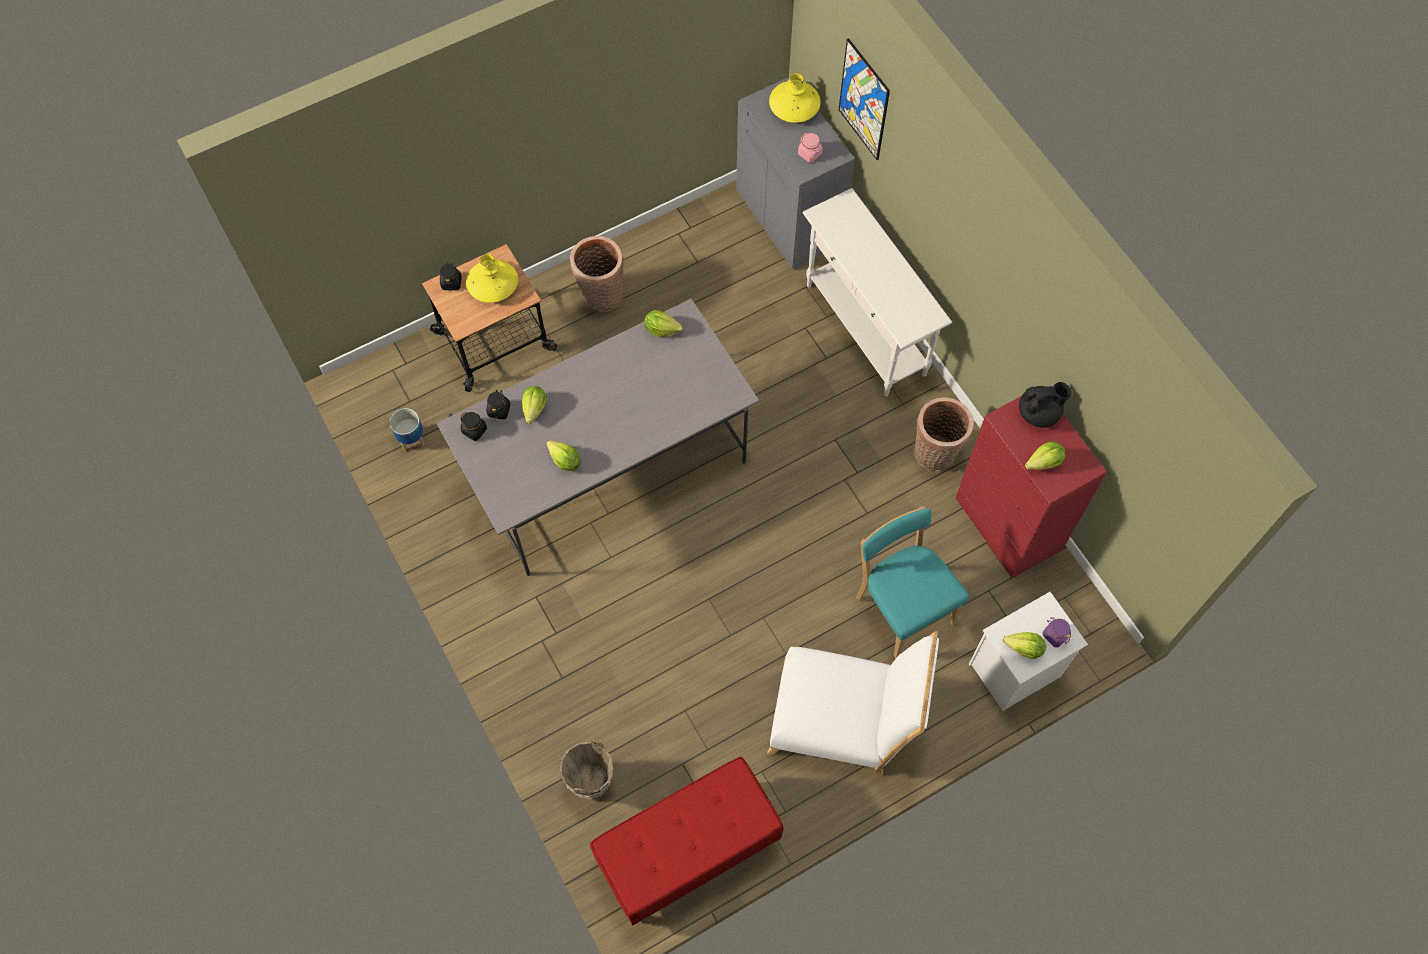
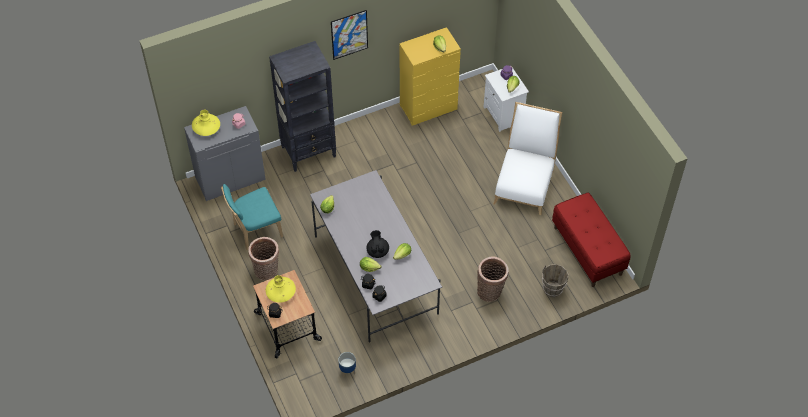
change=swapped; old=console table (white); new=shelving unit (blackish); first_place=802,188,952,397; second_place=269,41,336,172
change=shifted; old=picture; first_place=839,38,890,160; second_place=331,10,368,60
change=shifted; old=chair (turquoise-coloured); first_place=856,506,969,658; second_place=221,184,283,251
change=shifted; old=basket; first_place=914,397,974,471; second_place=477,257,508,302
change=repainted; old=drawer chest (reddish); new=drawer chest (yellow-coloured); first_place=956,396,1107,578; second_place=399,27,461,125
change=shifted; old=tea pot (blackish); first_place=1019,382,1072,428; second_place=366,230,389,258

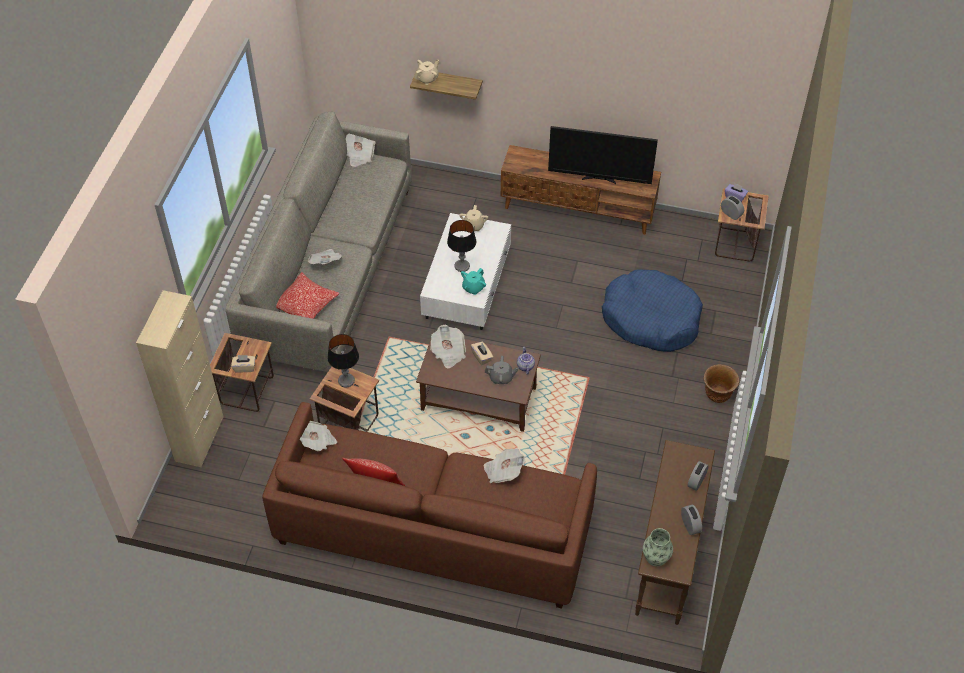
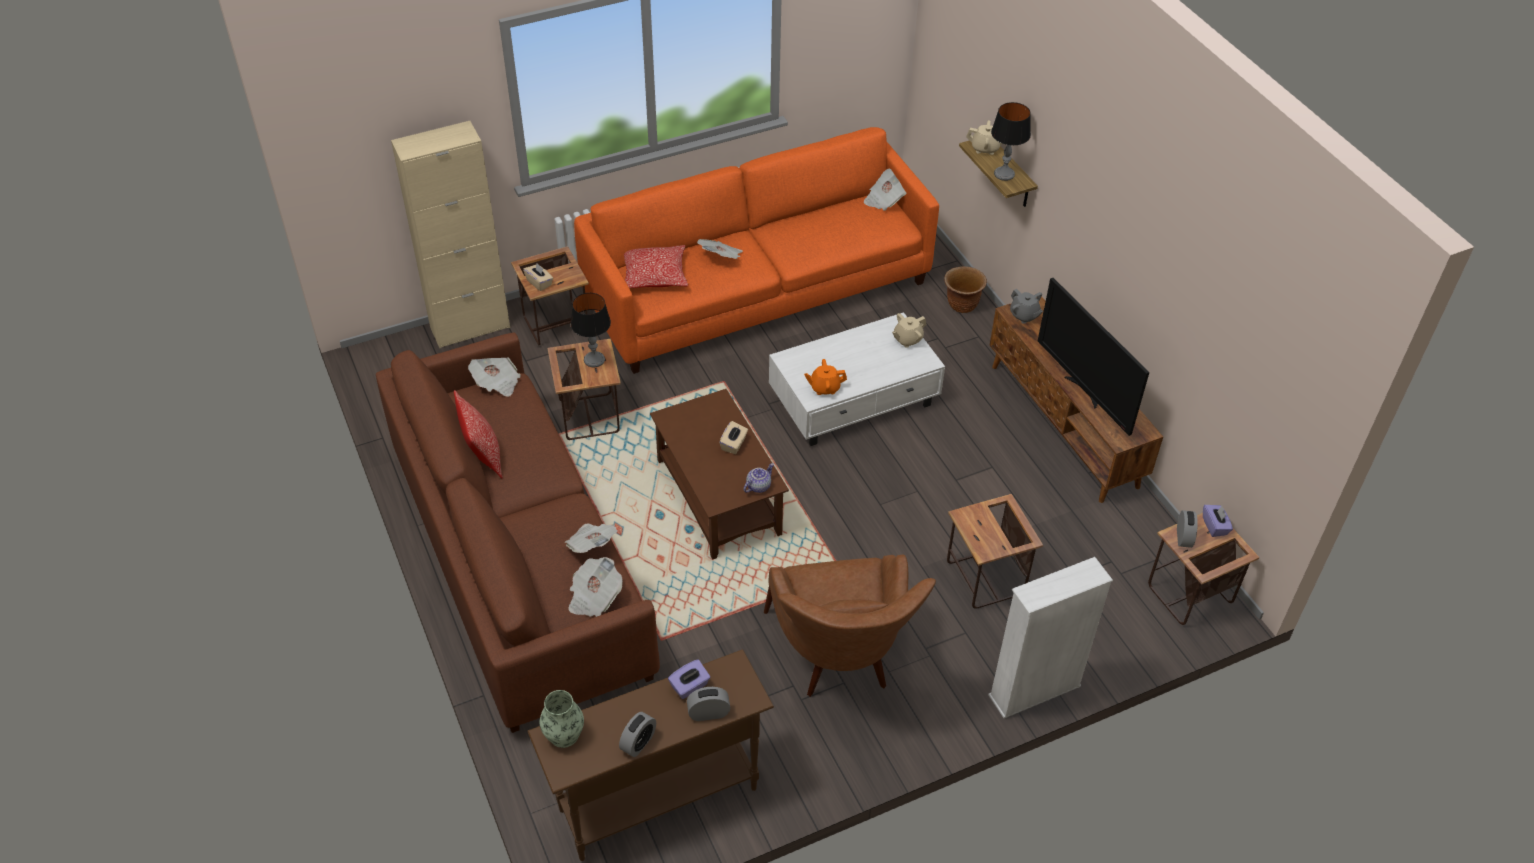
change=repainted; old=settee (greyish); new=settee (orange); first_place=226,111,412,372; second_place=574,127,939,374
change=shifted; old=printed paper; first_place=431,325,466,369; second_place=568,557,623,617
change=shifted; old=table lamp; first_place=447,220,476,272; second_place=991,102,1031,181
change=repainted; old=tea pot (turquoise-coloured); new=tea pot (orange); first_place=461,268,486,295; second_place=804,359,847,395
change=shifted; old=tea pot (greyish); first_place=485,356,519,384; second_place=1010,289,1043,324
change=swapped; old=dog cushion (blue-coloured); new=side table; first_place=602,269,703,352; second_place=947,494,1043,609
change=shifted; old=flower pot (brown); first_place=704,364,739,403; second_place=944,266,987,313
change=new; new=tissue box (purple); second_place=668,659,710,699
change=new; new=lounge chair (brown); second_place=764,554,936,697
change=new; new=shelving unit (white); second_place=988,557,1113,718

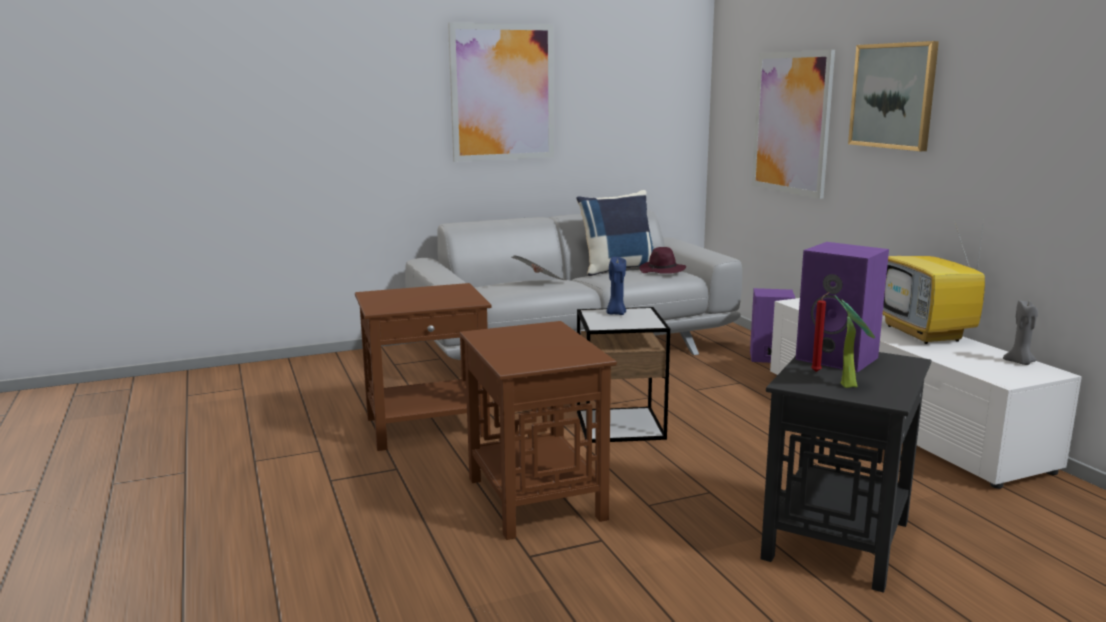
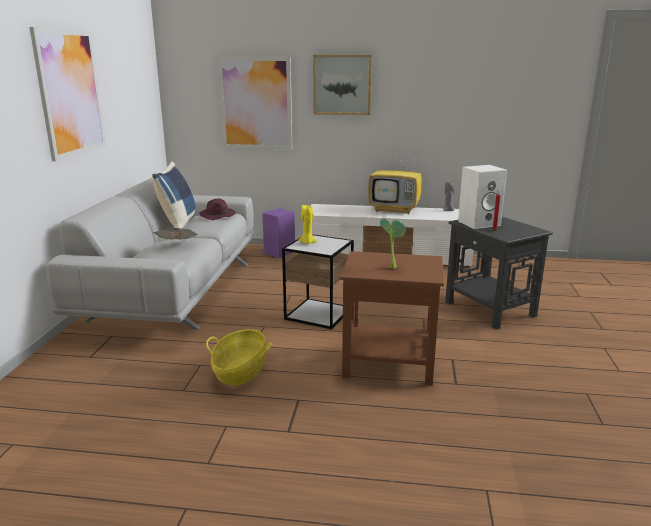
change=swapped; old=side table (brown); new=basket; first_place=355,283,492,451; second_place=206,329,272,385
change=repainted; old=wax candle (blue-coloured); new=wax candle (yellow-coloured); first_place=606,257,626,315; second_place=299,205,317,244
change=repainted; old=loudspeaker (purple); new=loudspeaker (white); first_place=795,242,889,373; second_place=458,165,507,229
change=shifted; old=potted plant; first_place=834,295,875,388; second_place=380,219,406,269

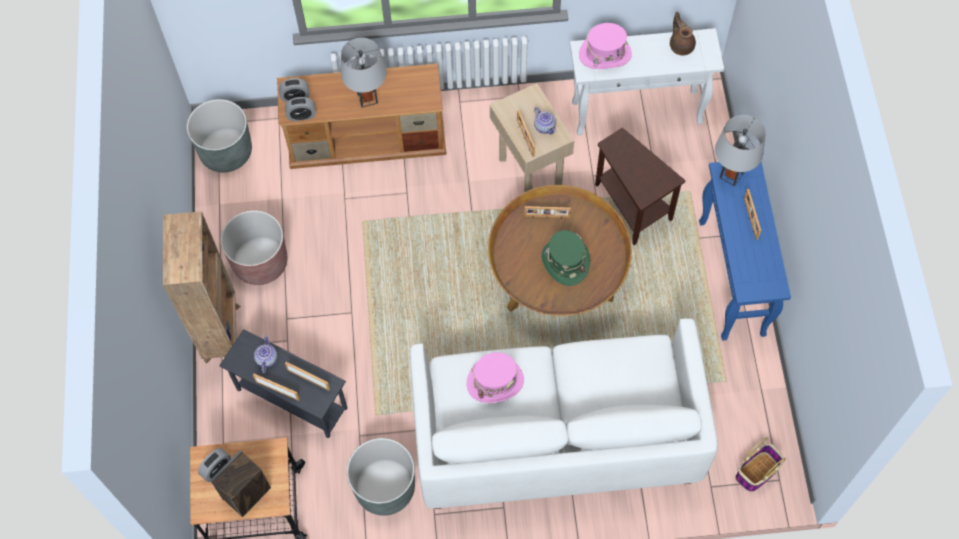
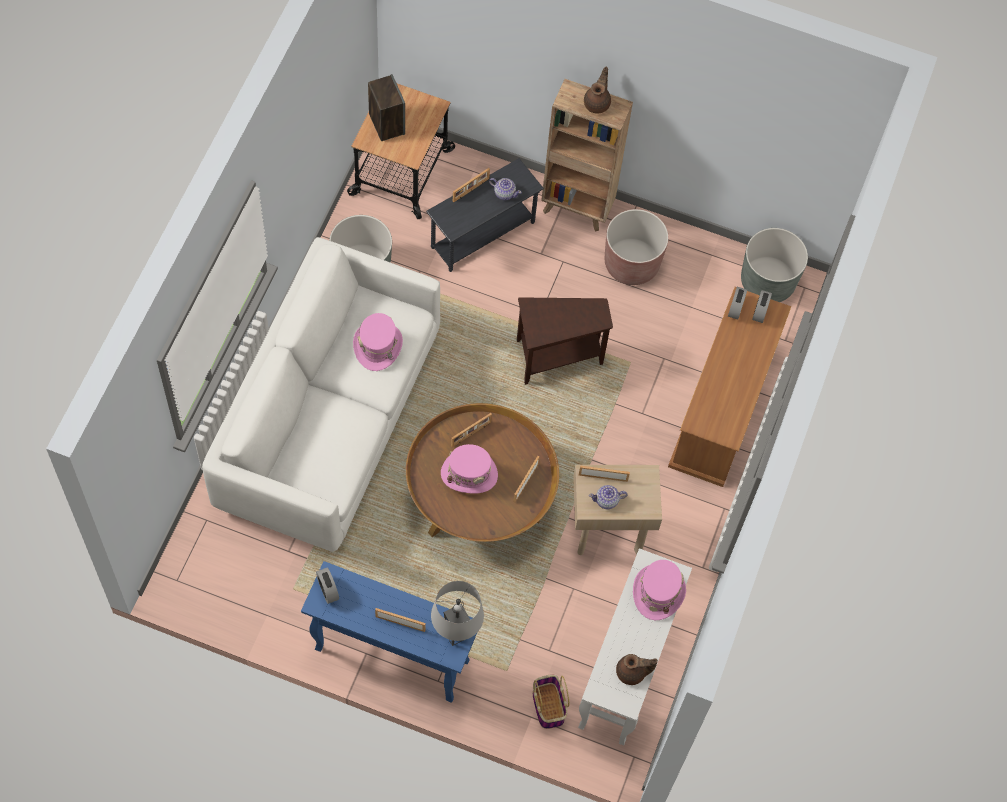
change=shifted; old=table clock; first_place=198,448,231,482; second_place=316,568,339,604
change=shifted; old=photo frame; first_place=285,362,330,391; second_place=451,413,492,447
change=gone; old=table lamp (greyish); first_place=341,37,387,108
change=repainted; old=hat (green-coloured); new=hat (pink); first_place=541,230,590,286; second_place=441,444,498,494
change=shifted; old=side table (brown); first_place=595,128,685,245; second_place=517,297,613,385
change=shifted; old=basket; first_place=735,437,786,492; second_place=533,674,569,729
change=new; new=tea pot (brown); second_place=584,67,611,113

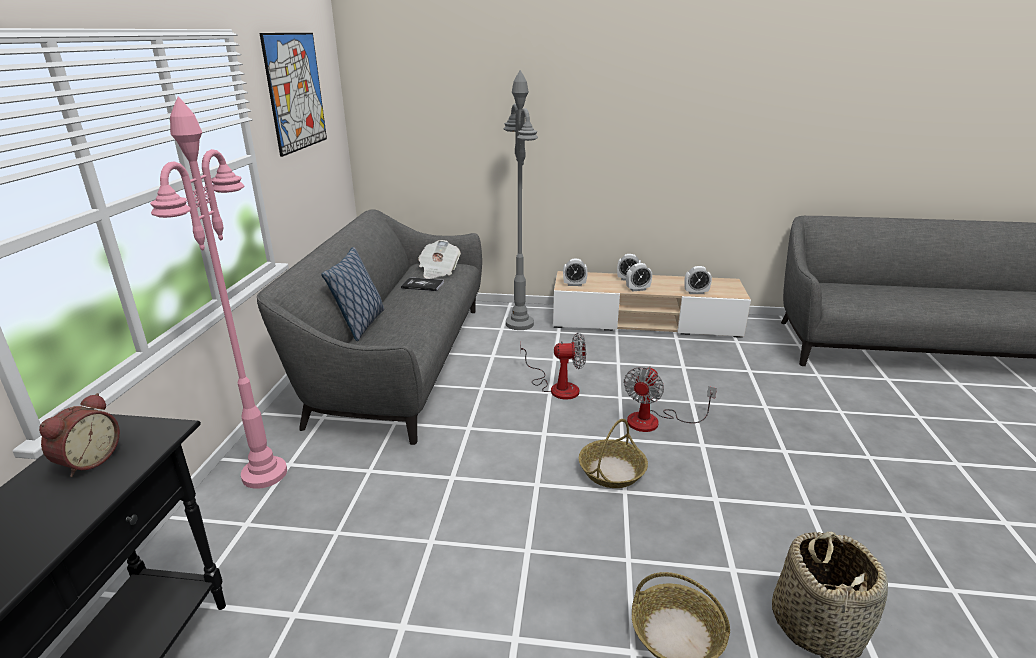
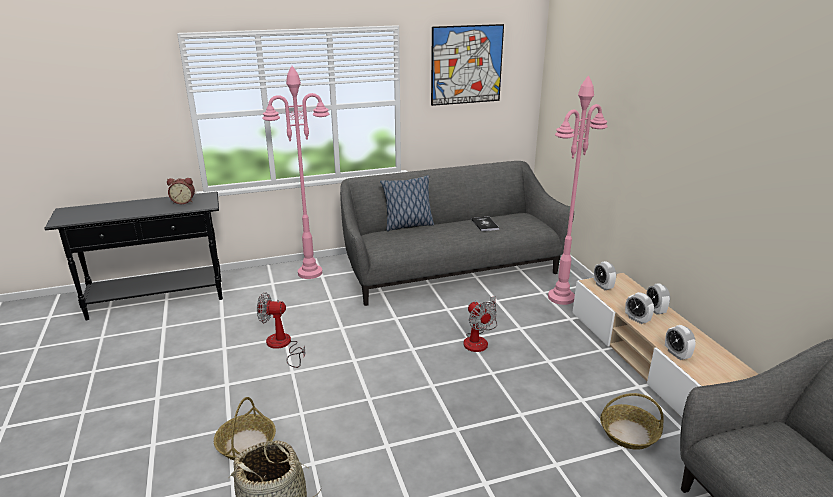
change=gone; old=printed paper; first_place=418,240,461,279
change=repainted; old=standing lamp (greyish); new=standing lamp (pink); first_place=504,70,538,330; second_place=548,76,608,305
change=shifted; old=basket; first_place=579,419,648,488; second_place=600,393,664,450
change=shifted; old=electric fan; first_place=624,366,717,432; second_place=257,292,306,368

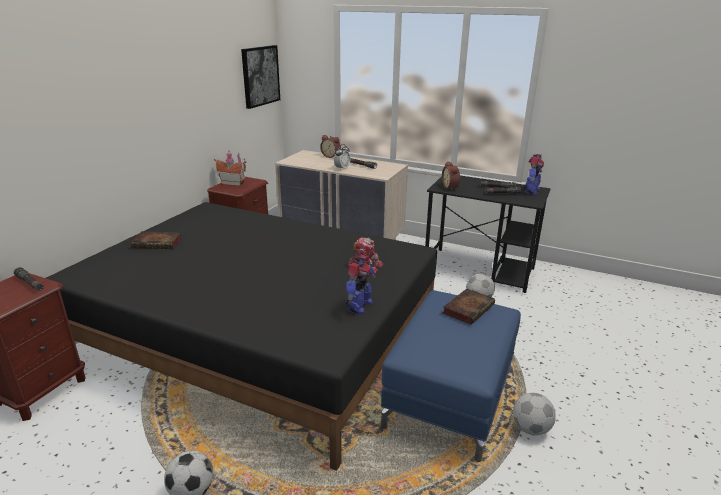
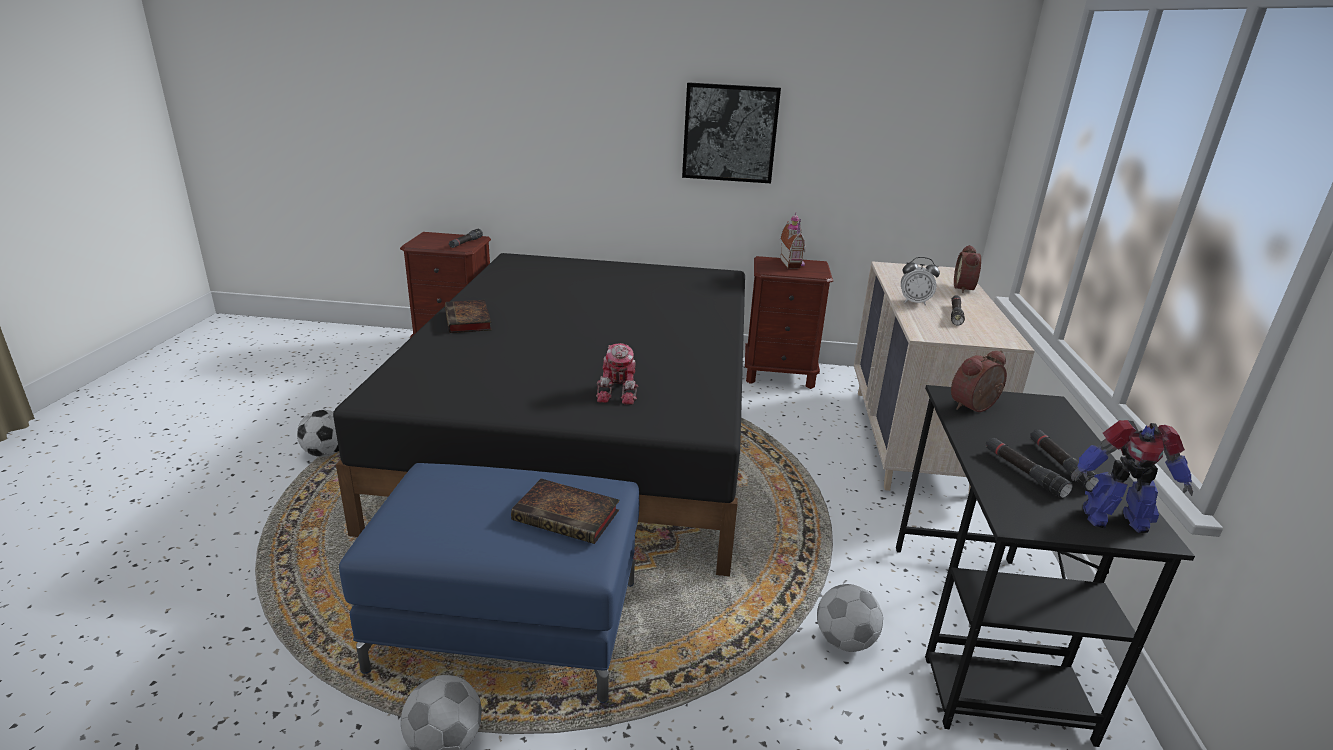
change=shifted; old=volume; first_place=131,231,182,249; second_place=445,300,492,333
change=shifted; old=picture; first_place=241,45,280,109; second_place=682,82,781,183
change=gone; old=toy robot; first_place=346,255,376,315

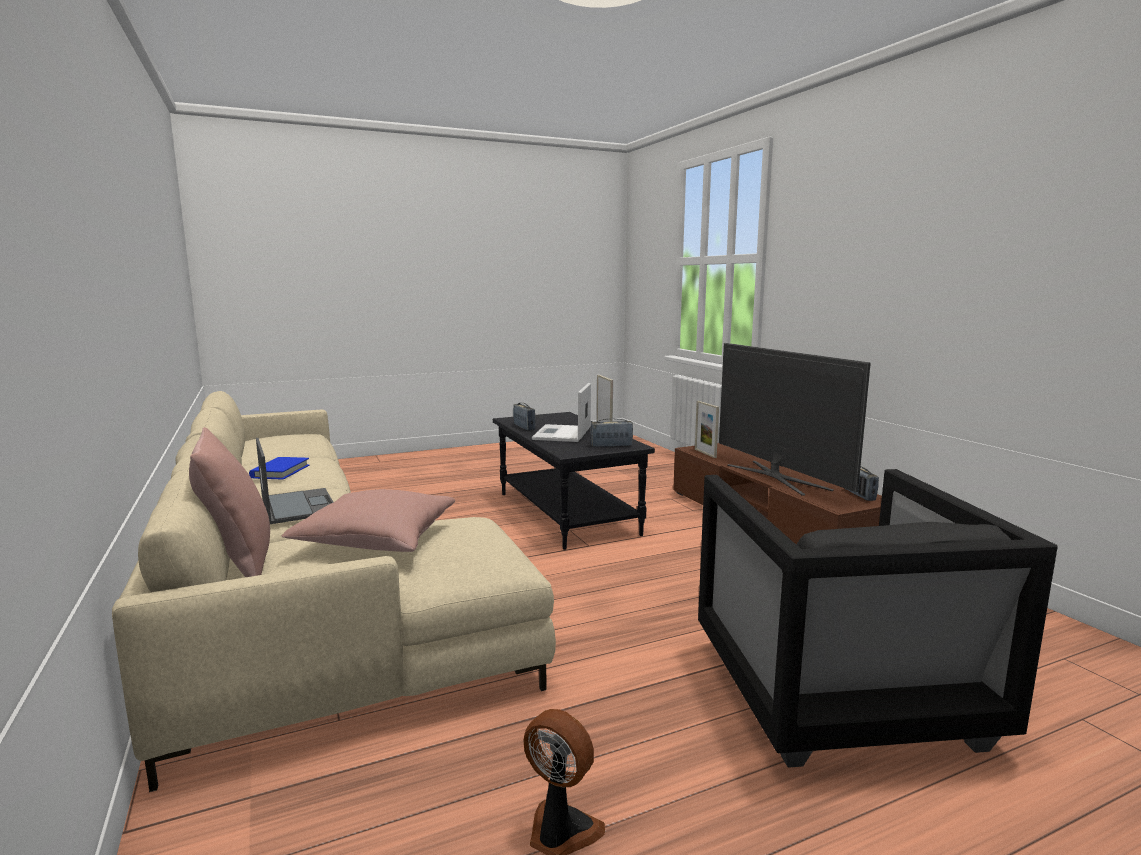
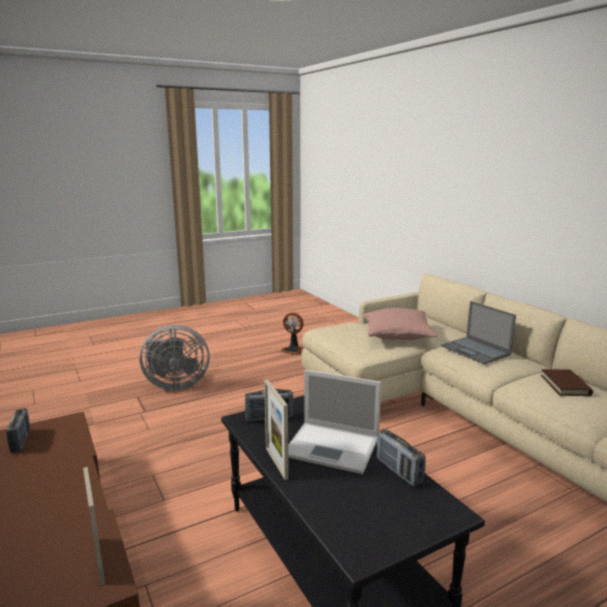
change=gone; old=throw pillow (pink); first_place=189,427,270,577
change=repainted; old=volume (blue-coloured); new=volume (brown); first_place=249,457,309,480; second_place=541,369,593,396
change=rotated; old=notebook computer; first_place=532,383,591,442; second_place=288,370,381,474; degrees=105
change=swapped; old=lounge chair (blackish); new=electric fan (greyish); first_place=698,469,1058,768; second_place=139,325,210,390
change=gone; old=TV set; first_place=719,343,871,496

